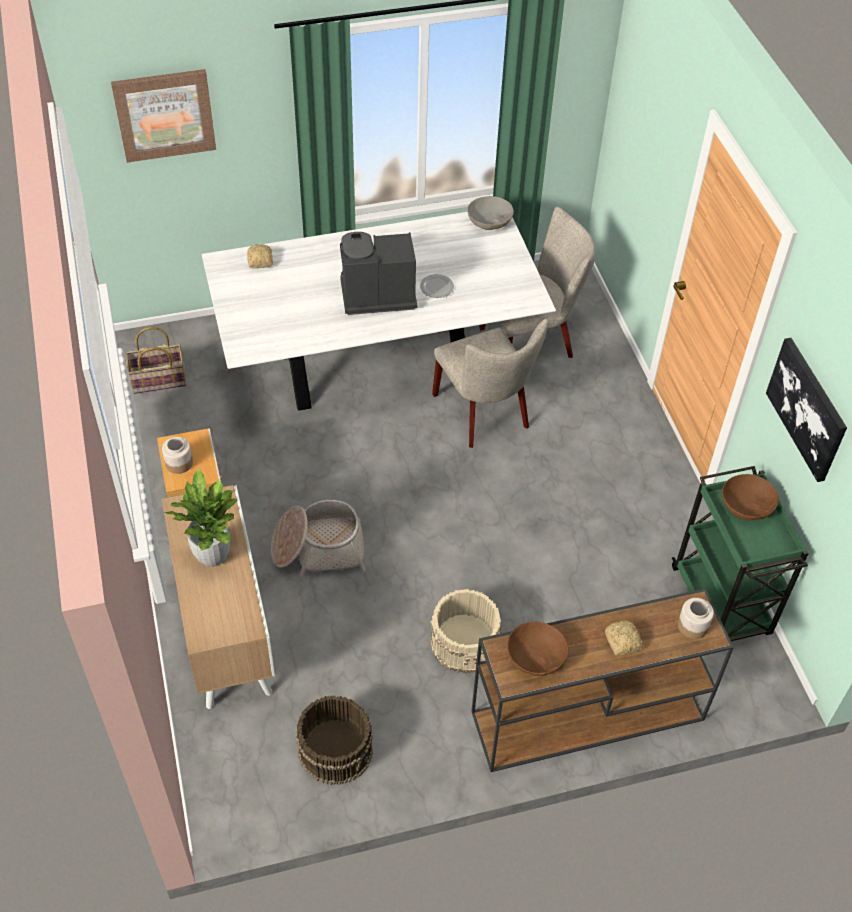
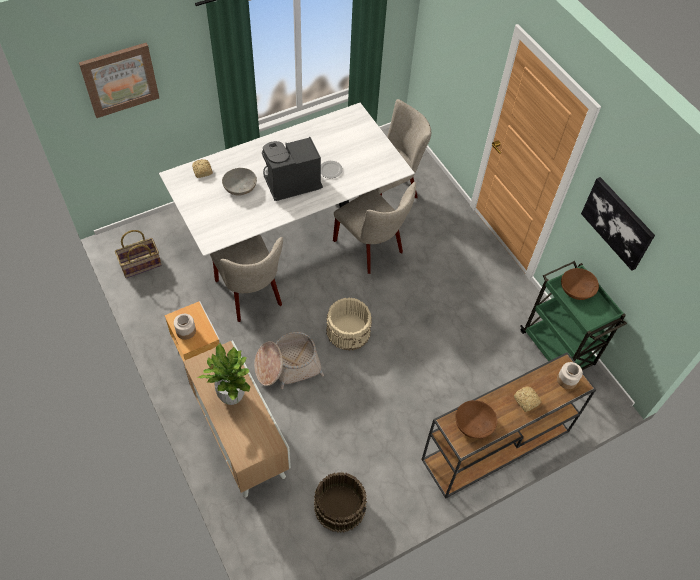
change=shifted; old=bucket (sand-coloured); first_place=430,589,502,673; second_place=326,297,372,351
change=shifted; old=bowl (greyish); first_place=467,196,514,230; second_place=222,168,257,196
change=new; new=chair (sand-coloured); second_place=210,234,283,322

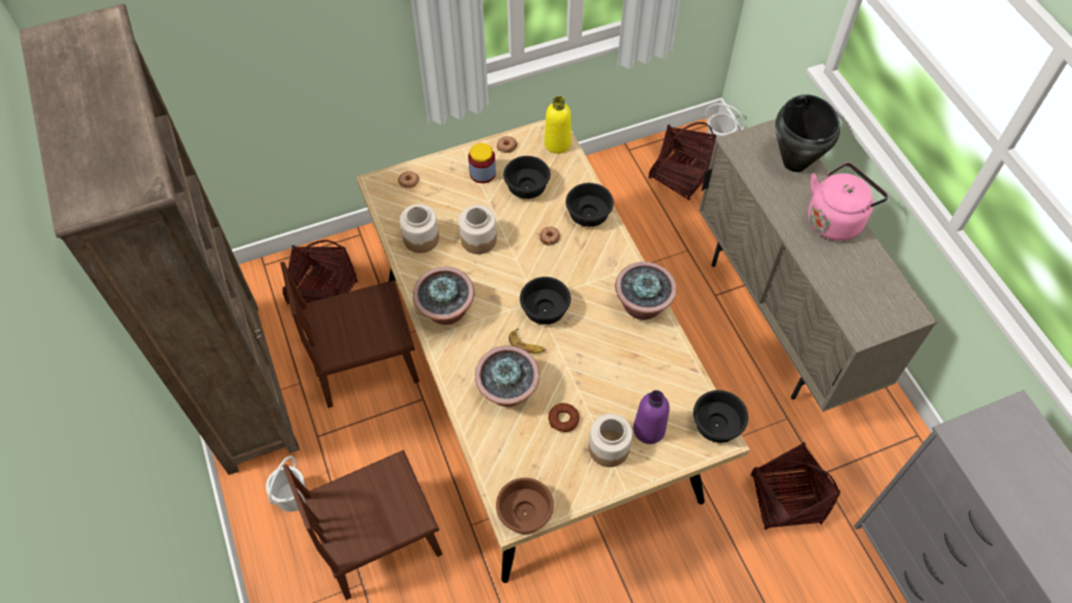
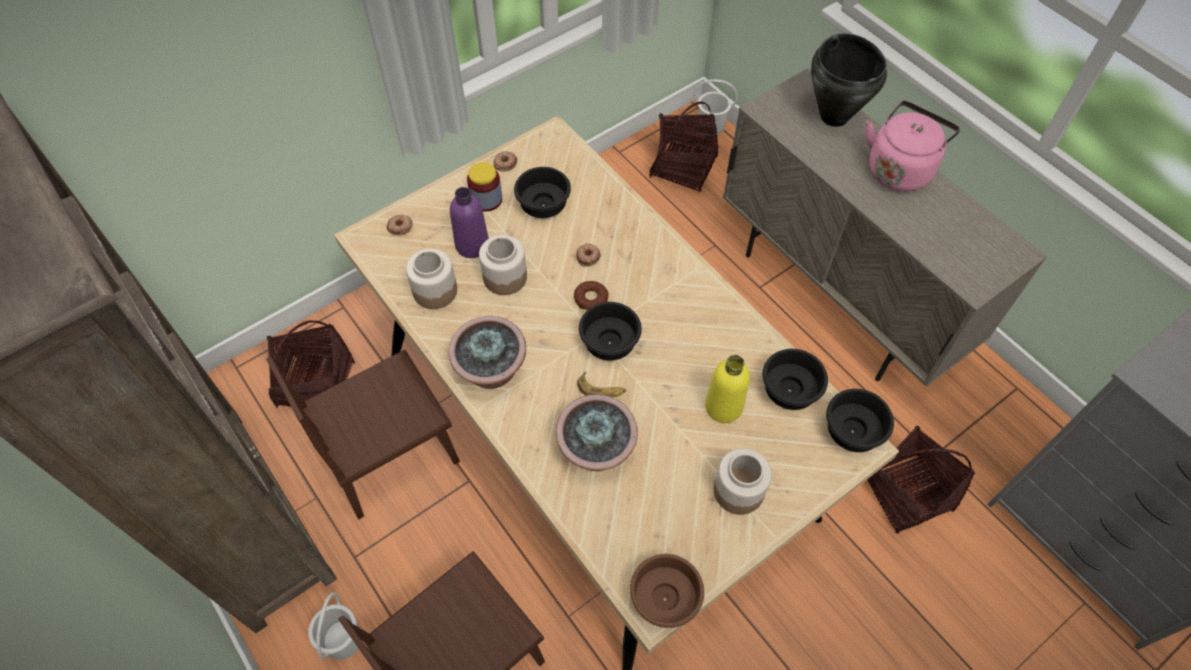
change=shifted; old=drink bottle (yellow-coloured); first_place=544,96,571,154; second_place=705,355,750,423
change=shifted; old=donut; first_place=548,403,580,432; second_place=574,281,609,310
change=shifted; old=bowl (blackish); first_place=566,183,614,227; second_place=763,349,828,410
change=gone; old=potted plant; first_place=615,262,677,320
change=shifted; old=drink bottle (purple); first_place=633,390,670,444; second_place=450,187,489,258

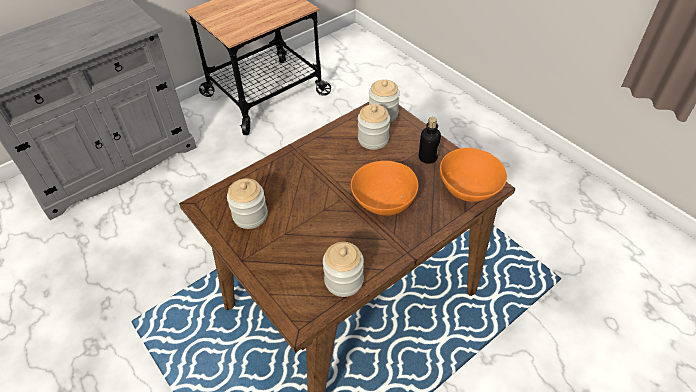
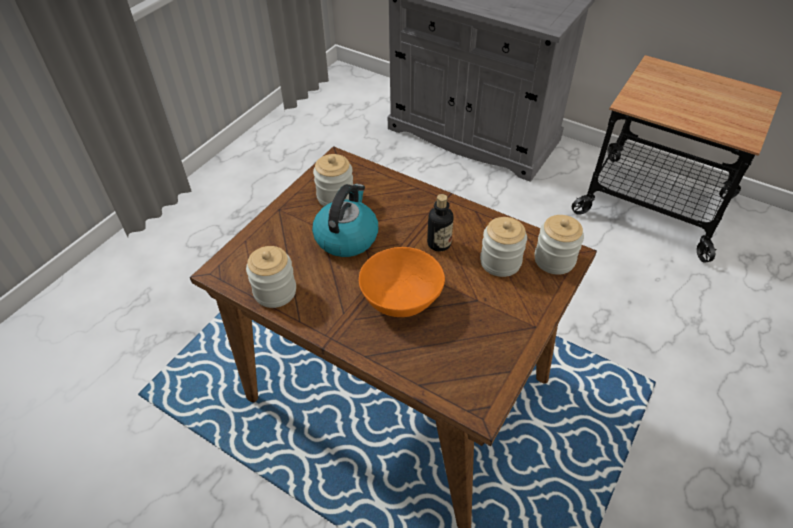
change=shifted; old=drink bottle; first_place=419,117,441,164; second_place=427,194,454,252
change=gone; old=bowl (orange); first_place=440,148,507,202
change=new; new=kettle; second_place=312,184,378,257

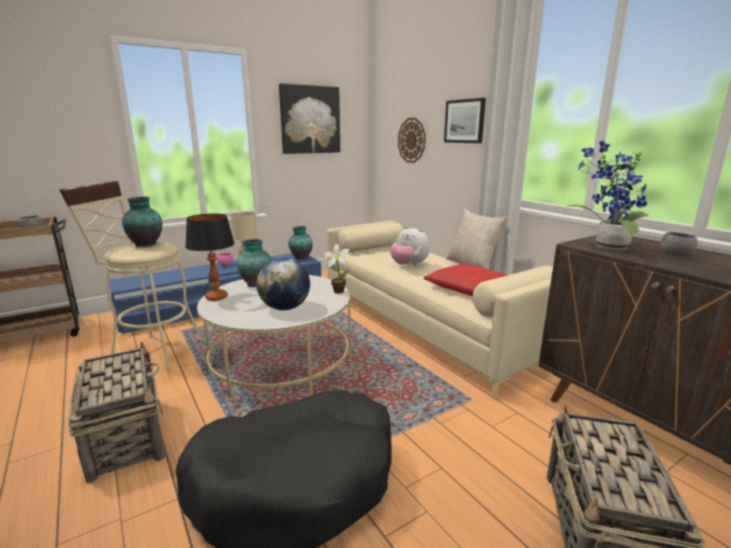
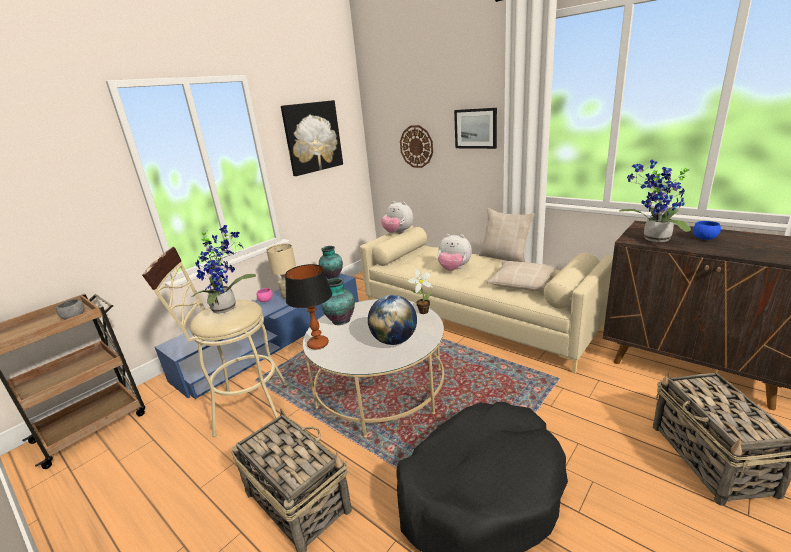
change=swapped; old=flower vase; new=potted plant; first_place=122,196,162,247; second_place=192,225,256,314
change=repainted; old=throw pillow (reddish); new=throw pillow (sand-coloured); first_place=424,264,508,296; second_place=487,261,558,292
change=repainted; old=bowl (greyish); new=bowl (blue-coloured); first_place=660,232,698,256; second_place=693,221,721,240
change=new; new=soft toy; second_place=381,201,413,233

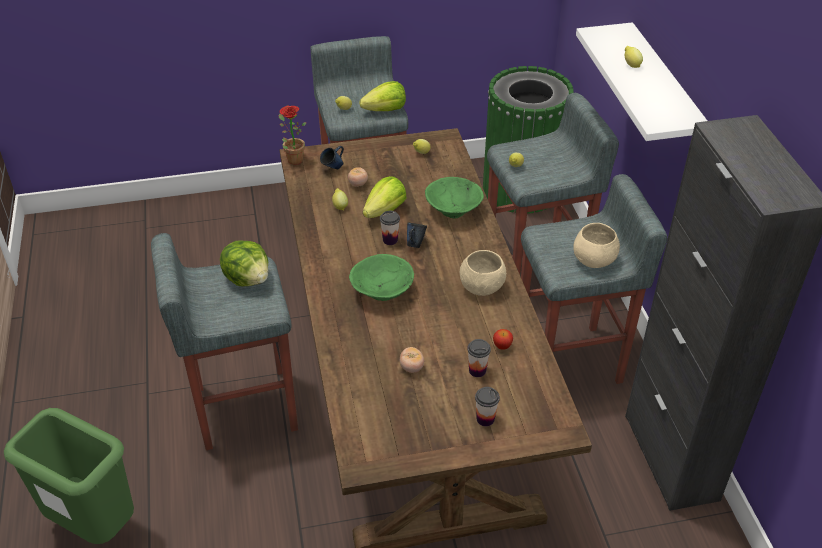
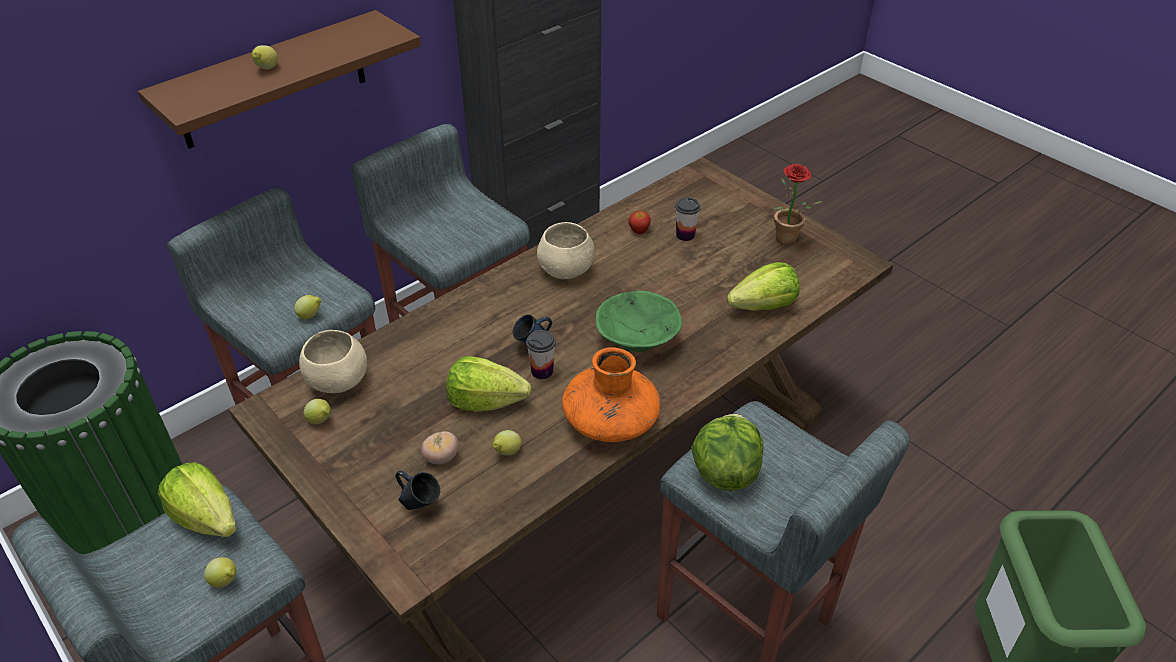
change=shifted; old=potted plant; first_place=279,105,306,165; second_place=774,164,822,245
change=gone; old=fresh tomato; first_place=400,347,424,373
change=gone; old=bowl (green-coloured); first_place=425,177,484,219
change=gone; old=cup; first_place=475,387,500,426
change=shifted; old=bowl (sand-coloured); first_place=573,223,620,268; second_place=299,330,367,393
change=repainted; old=shelf (white); new=shelf (brown); first_place=576,22,707,141; second_place=138,10,421,149
change=new; new=flower vase (orange); second_place=562,347,660,442
change=new; new=head of lettuce; second_place=727,262,800,311

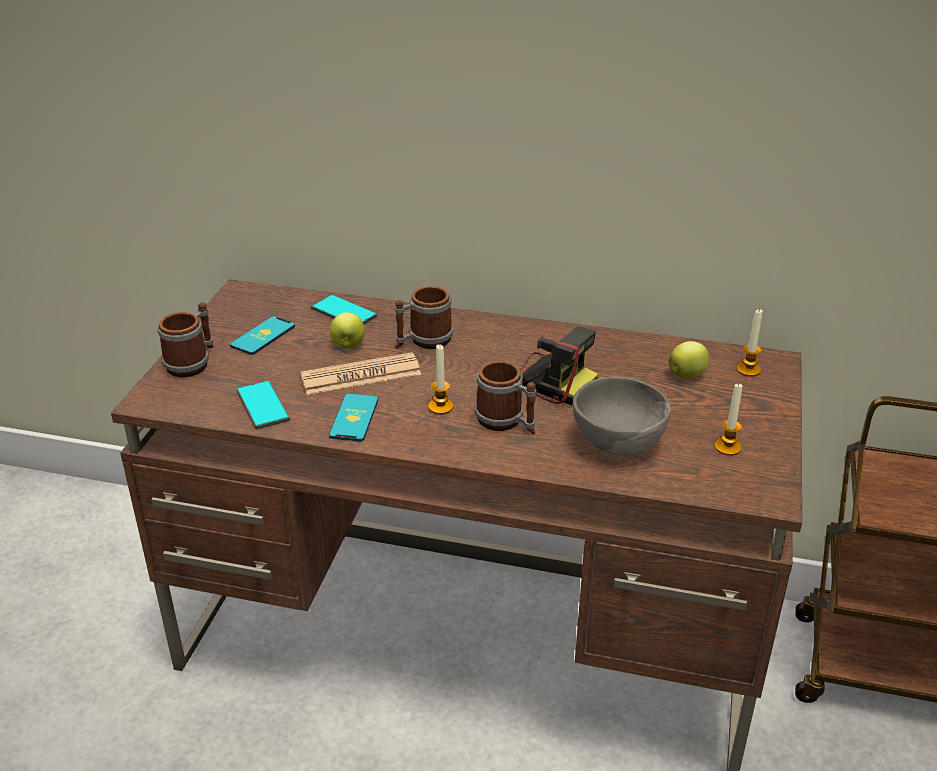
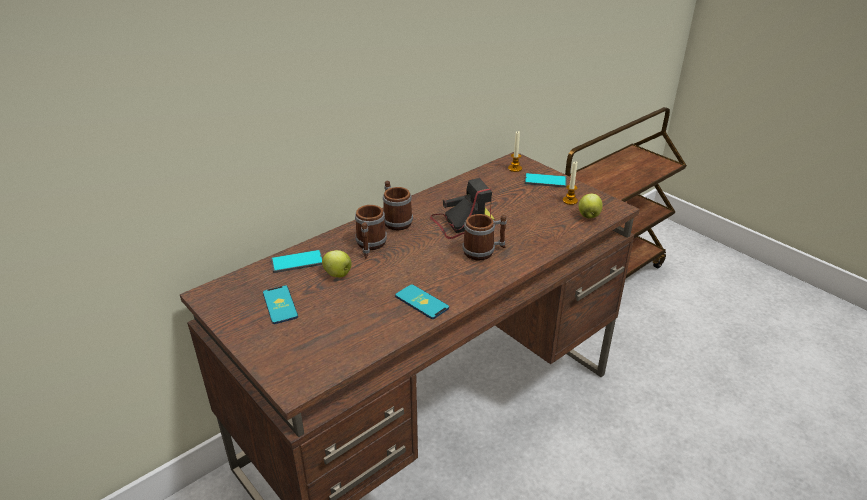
change=shifted; old=coffee mug; first_place=158,302,213,377; second_place=383,181,413,231
change=shifted; old=phone; first_place=237,380,290,429; second_place=525,173,567,188
change=gone; old=printed paper; first_place=300,352,421,395
change=gone; old=wax candle; first_place=428,344,453,414
change=gone; old=bowl (greyish); first_place=573,377,671,455
change=shifted; old=apple fruit; first_place=669,341,709,378; second_place=578,194,603,219

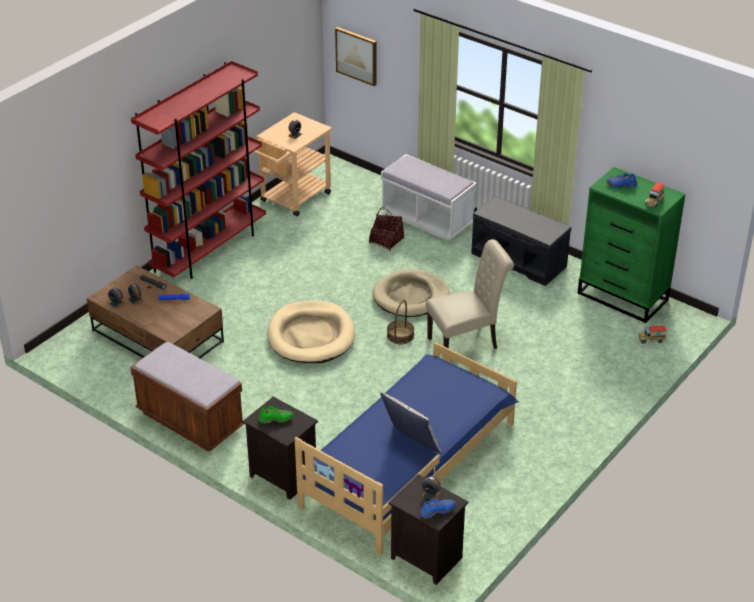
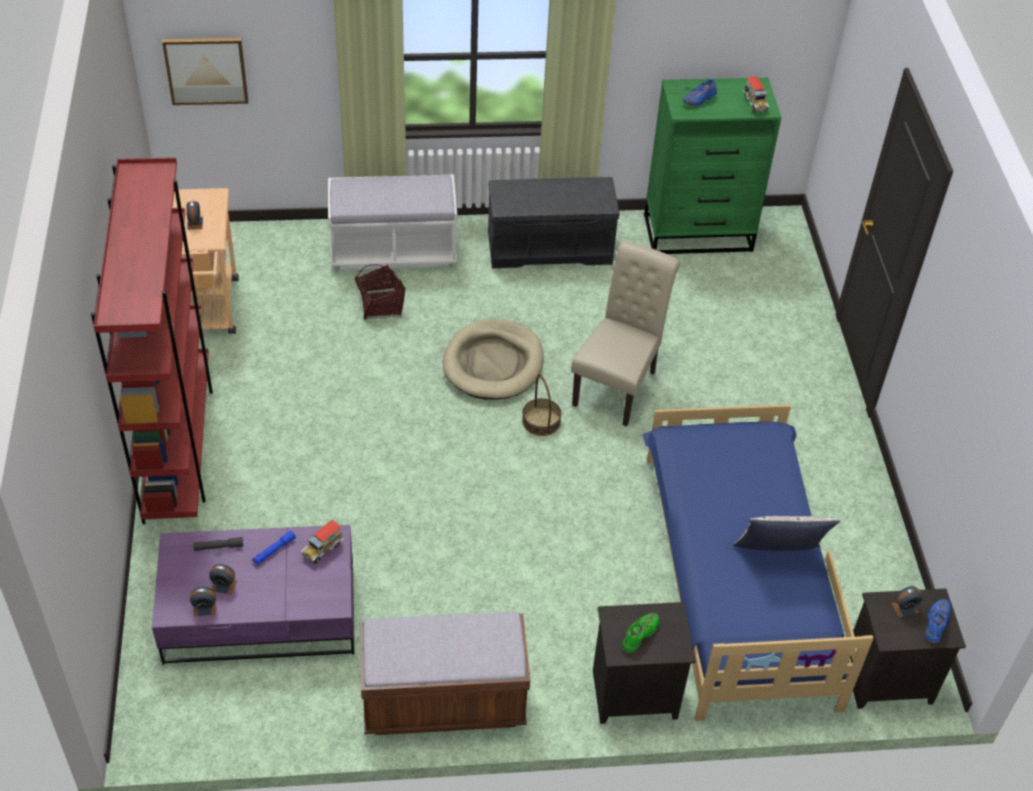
change=repainted; old=lounge table (brown); new=lounge table (purple); first_place=87,265,224,358; second_place=152,525,354,665
change=gone; old=dog cushion (sand-coloured); first_place=267,300,355,363
change=shifted; old=toy lorry; first_place=638,326,666,344; second_place=301,520,344,564

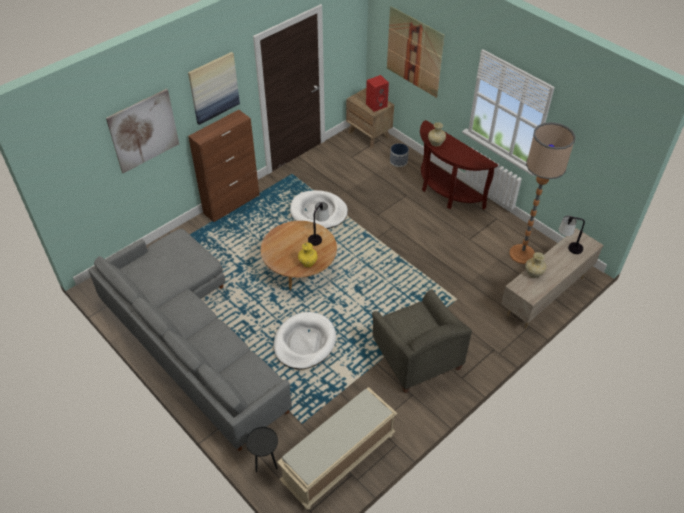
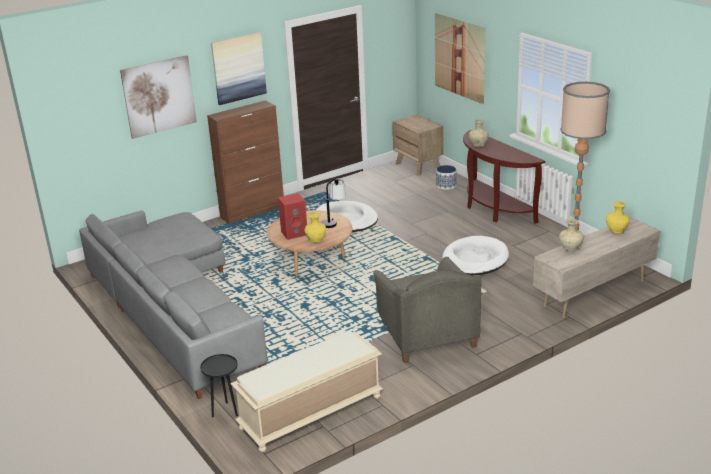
change=shifted; old=dog cushion (white); first_place=274,312,336,369; second_place=442,236,509,275
change=shifted; old=loudspeaker (reddish); first_place=366,75,389,112; second_place=278,193,307,240
change=swapped; old=table lamp; new=flower vase (yellow-coloured); first_place=558,216,585,254; second_place=606,201,630,234

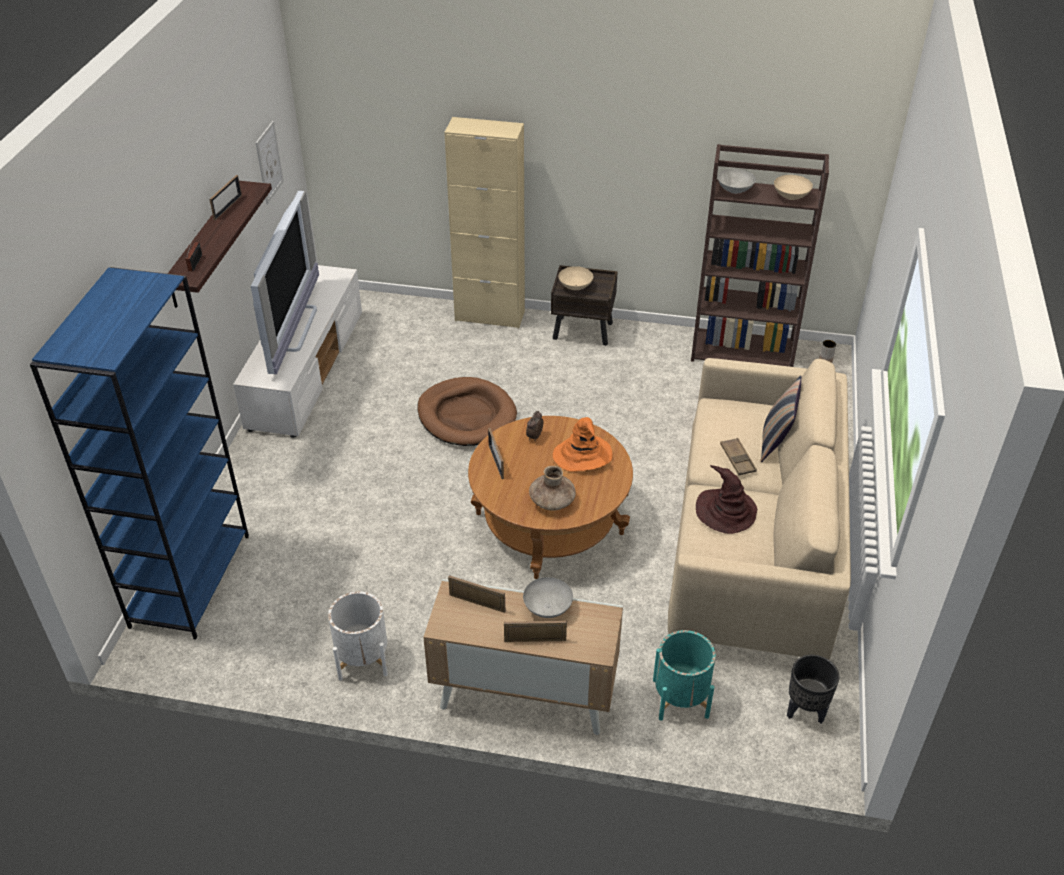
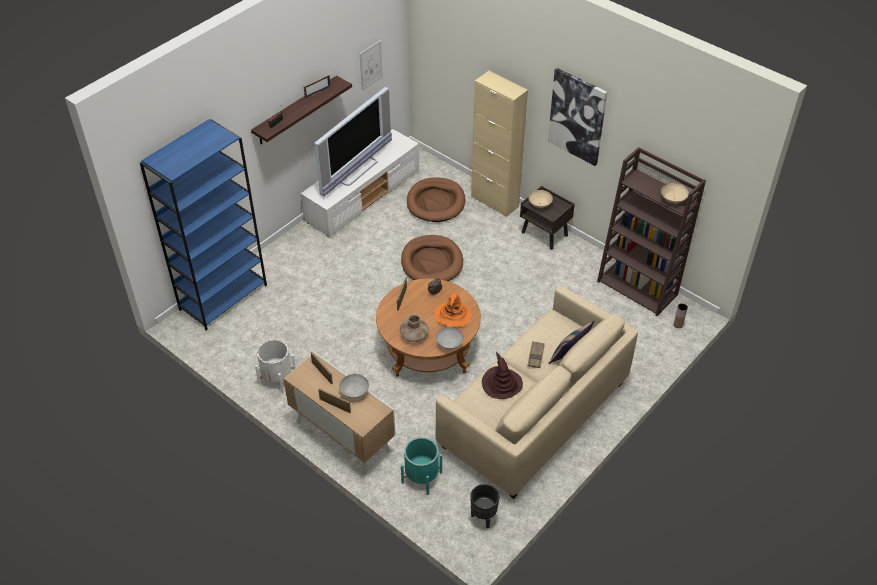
change=shifted; old=bowl (greyish); first_place=717,169,756,194; second_place=436,327,464,350
change=new; new=dog cushion (brown); second_place=407,177,465,222
change=new; new=picture; second_place=548,68,607,166

